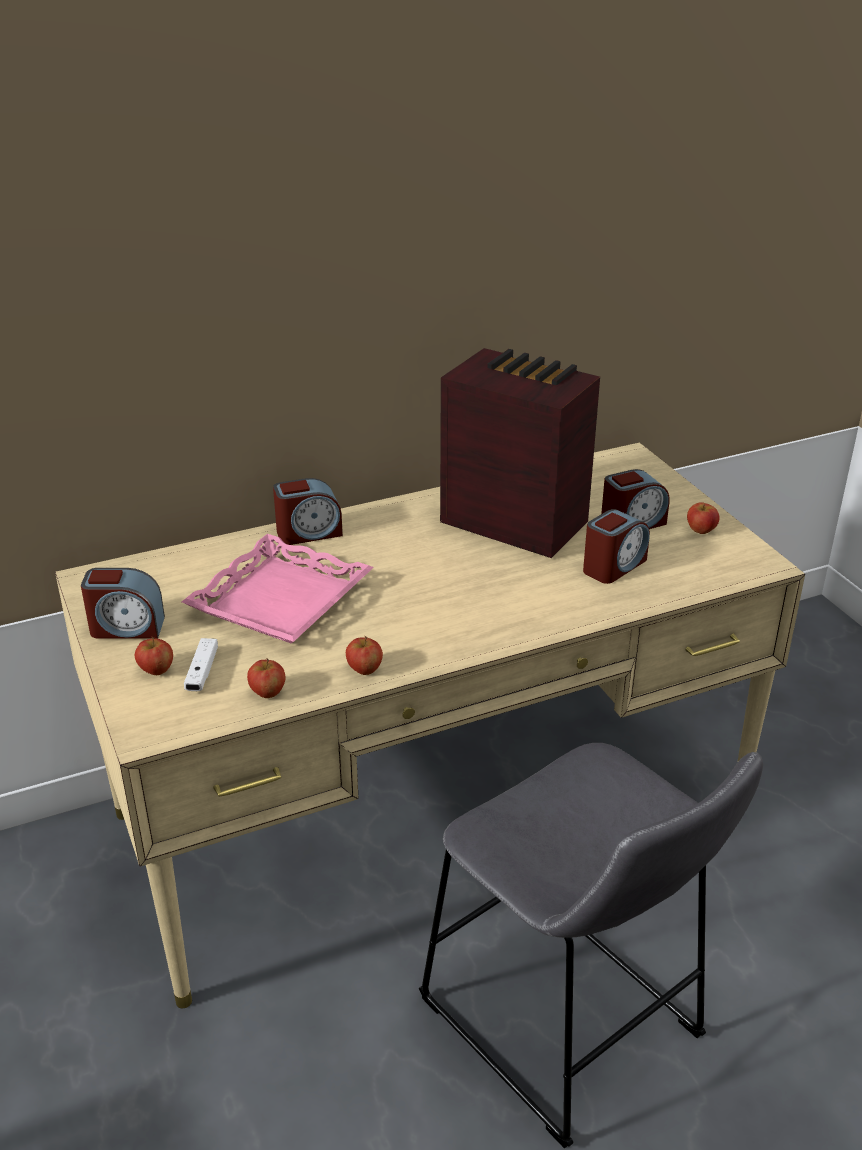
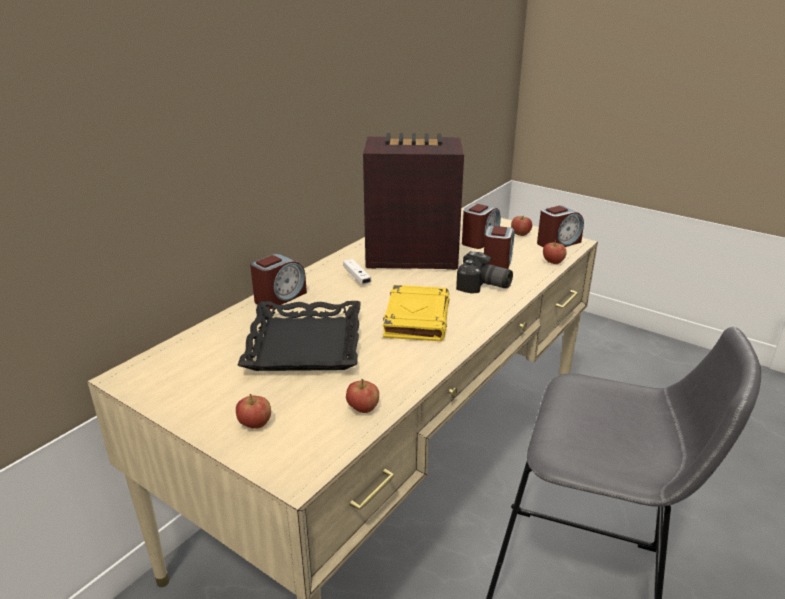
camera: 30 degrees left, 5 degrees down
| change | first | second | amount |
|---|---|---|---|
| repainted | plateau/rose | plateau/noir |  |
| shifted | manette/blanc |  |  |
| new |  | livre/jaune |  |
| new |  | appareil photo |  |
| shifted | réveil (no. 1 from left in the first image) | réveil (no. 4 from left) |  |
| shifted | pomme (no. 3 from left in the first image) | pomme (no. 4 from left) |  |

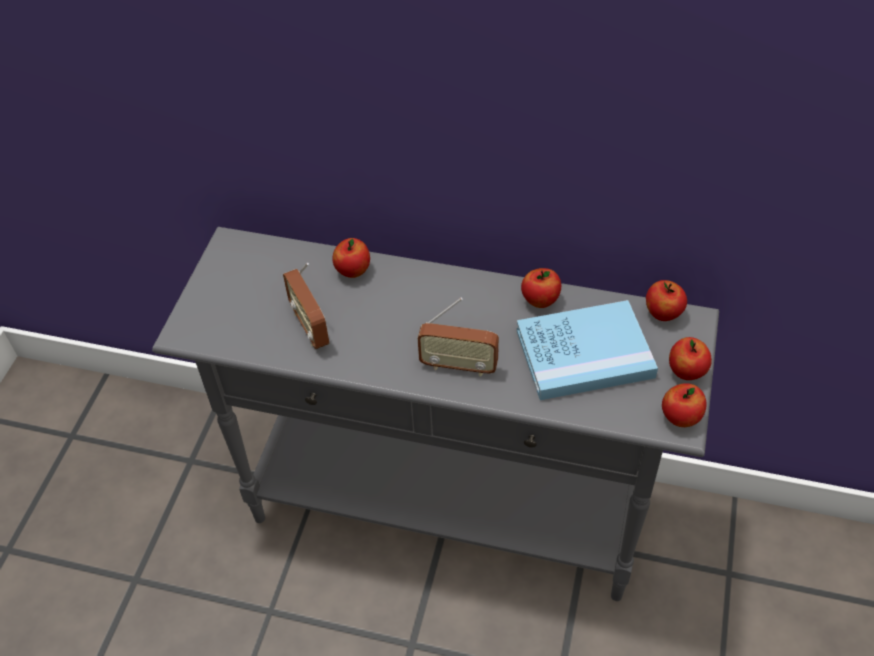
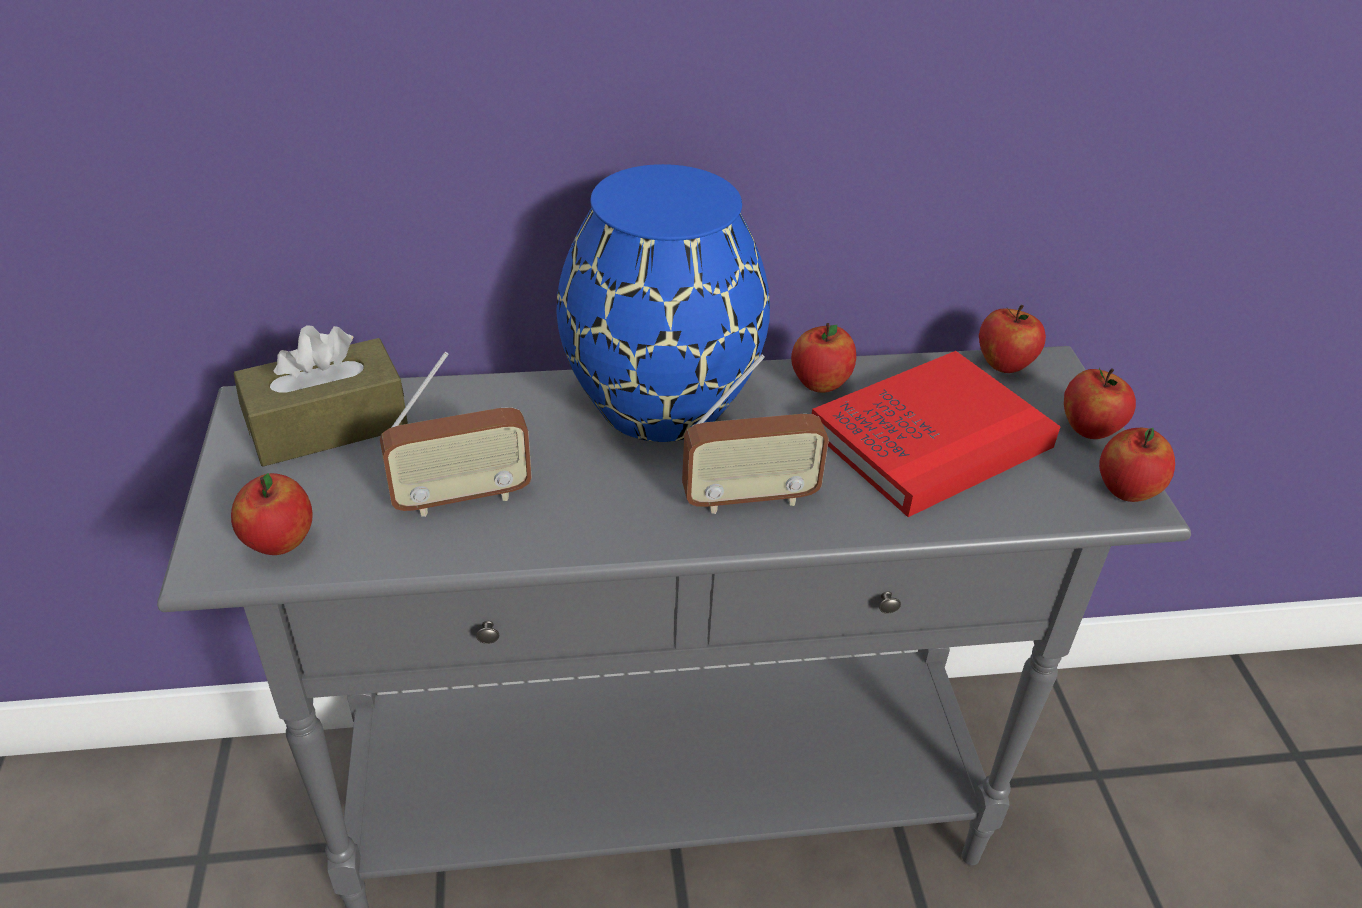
camera: 25 degrees left, 10 degrees down
| change | first | second | amount |
|---|---|---|---|
| shifted | pomme (no. 1 from left) |  |  |
| new |  | boîte à mouchoirs/marron |  |
| rotated | radio (no. 1 from left) |  | 60 degrees counterclockwise |
| new |  | vase/bleu |  |
| repainted | livre/bleu | livre/rouge |  |

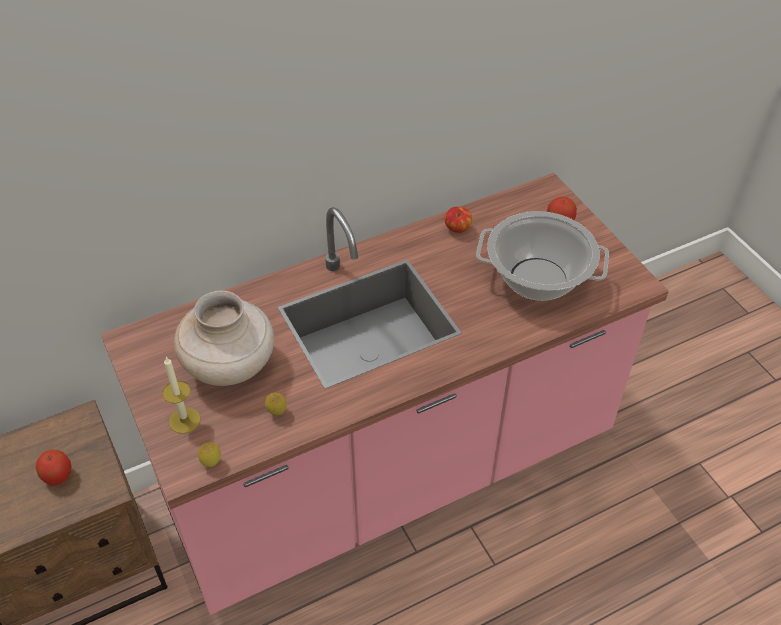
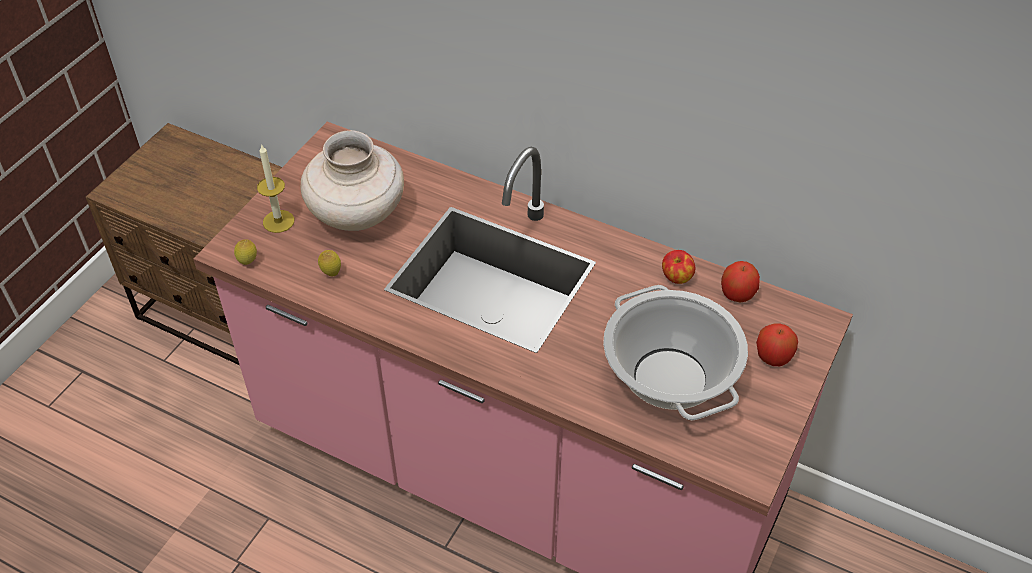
camera: 55 degrees right, 0 degrees up
| change | first | second | amount |
|---|---|---|---|
| shifted | pomme (no. 1 from left in the first image) | pomme (no. 2 from left) |  |

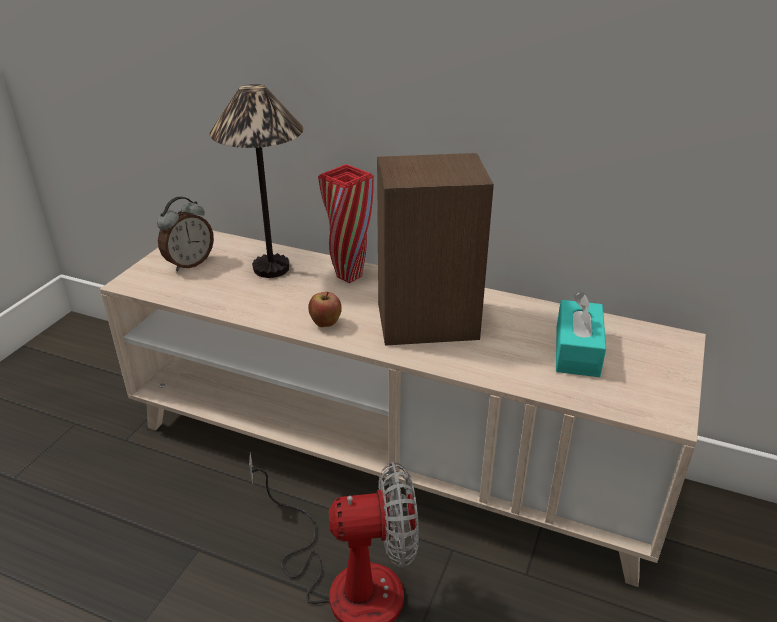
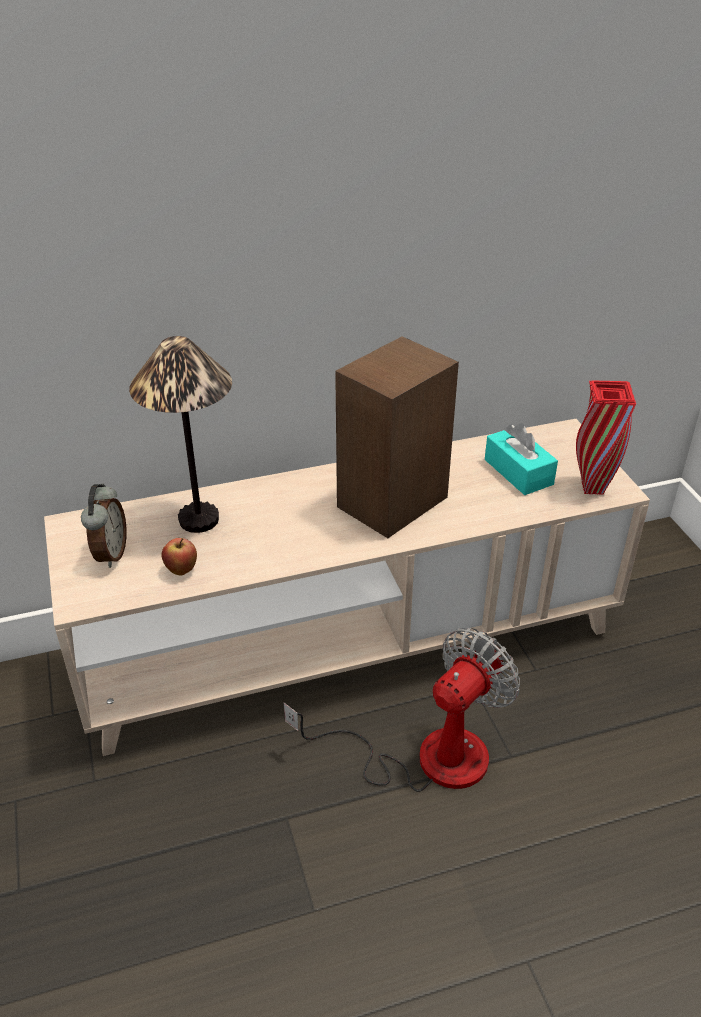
camera: 40 degrees left, 5 degrees up
| change | first | second | amount |
|---|---|---|---|
| shifted | pomme |  |  |
| shifted | vase/rouge |  |  |

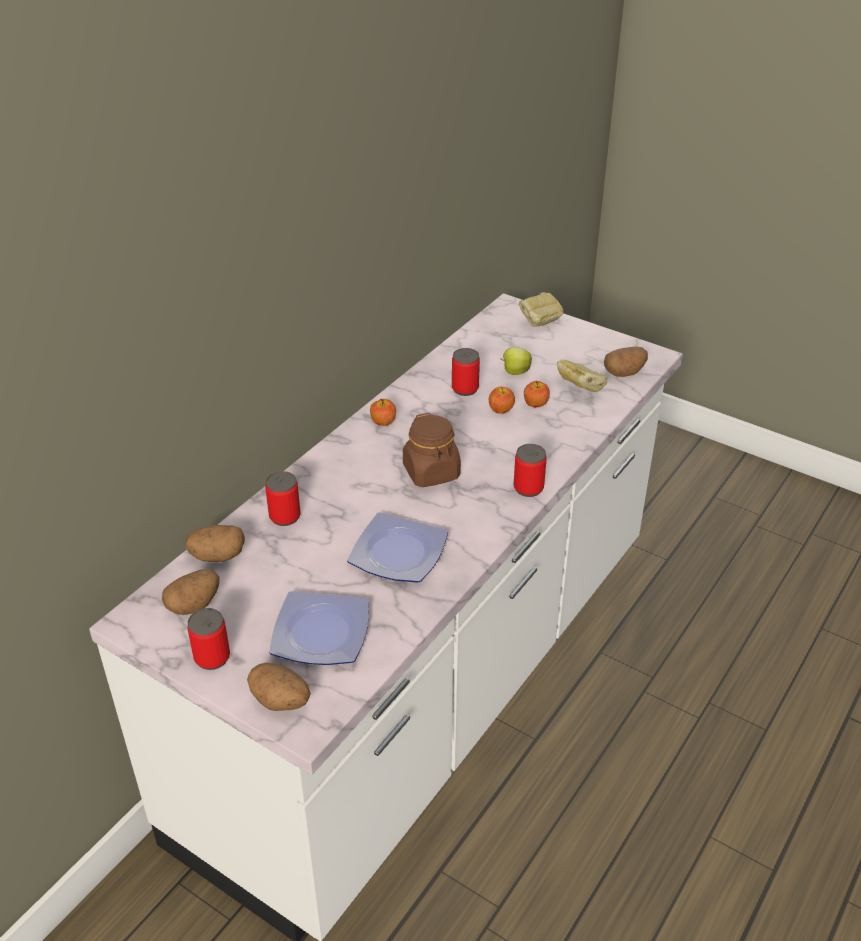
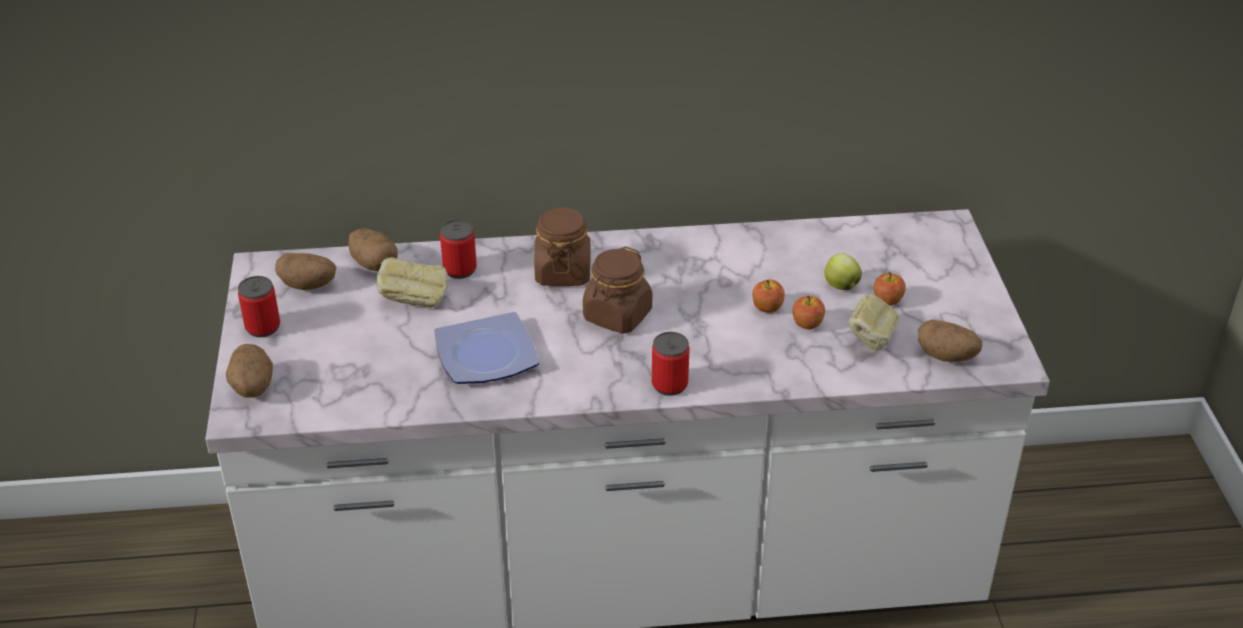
camera: 50 degrees right, 0 degrees up
| change | first | second | amount |
|---|---|---|---|
| shifted | pain (no. 1 from left) |  |  |
| new |  | bocal/marron (no. 1 from left) |  |
| shifted | pomme (no. 1 from left in the first image) | pomme (no. 4 from left) |  |
| gone | assiette (no. 1 from left) |  |  |
| gone | boîte métallique (no. 3 from left) |  |  |

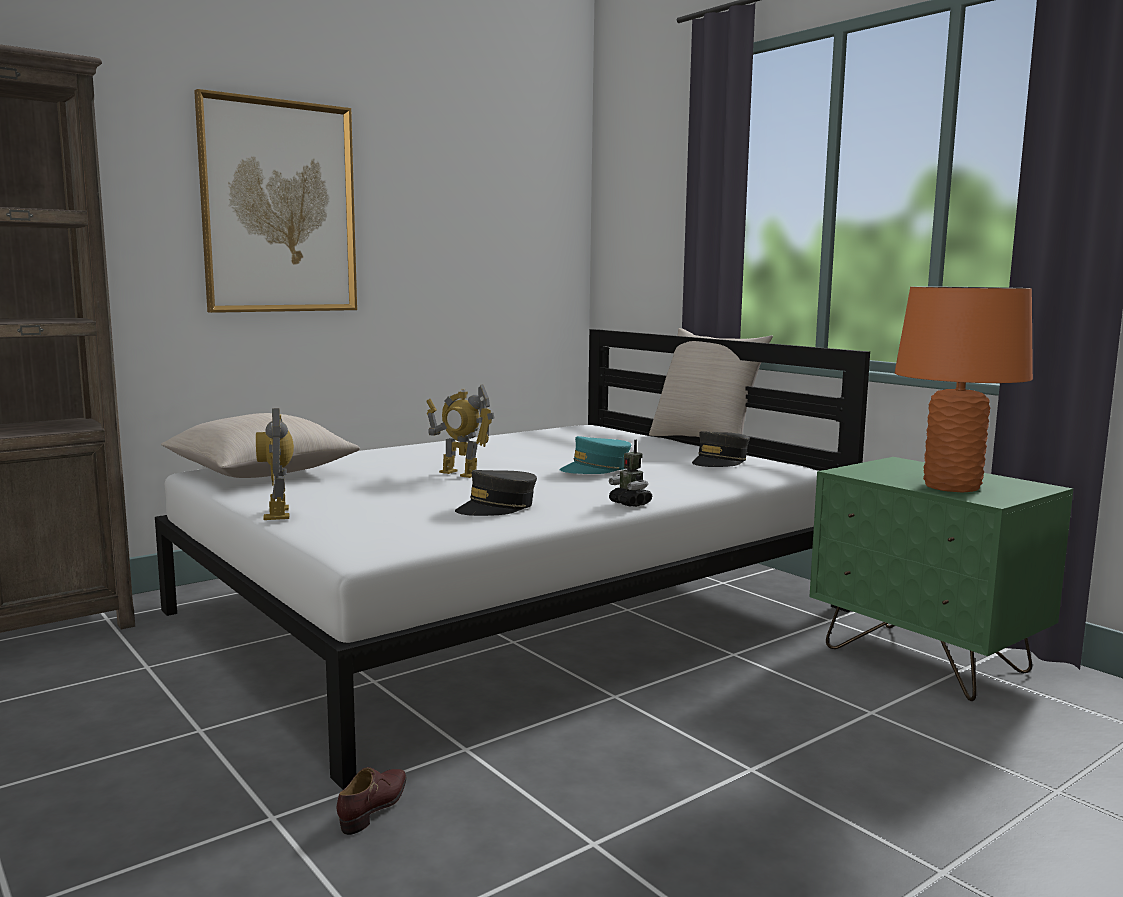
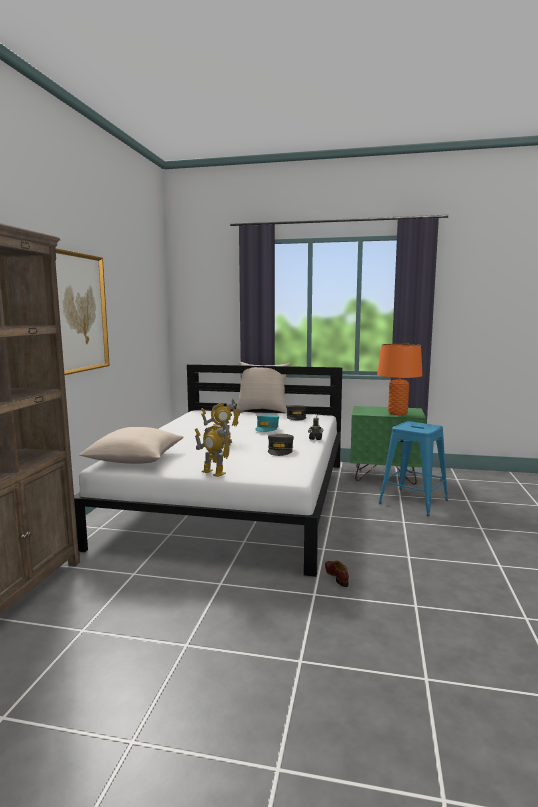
camera: 40 degrees left, 0 degrees up
| change | first | second | amount |
|---|---|---|---|
| new |  | tabouret/bleu |  |

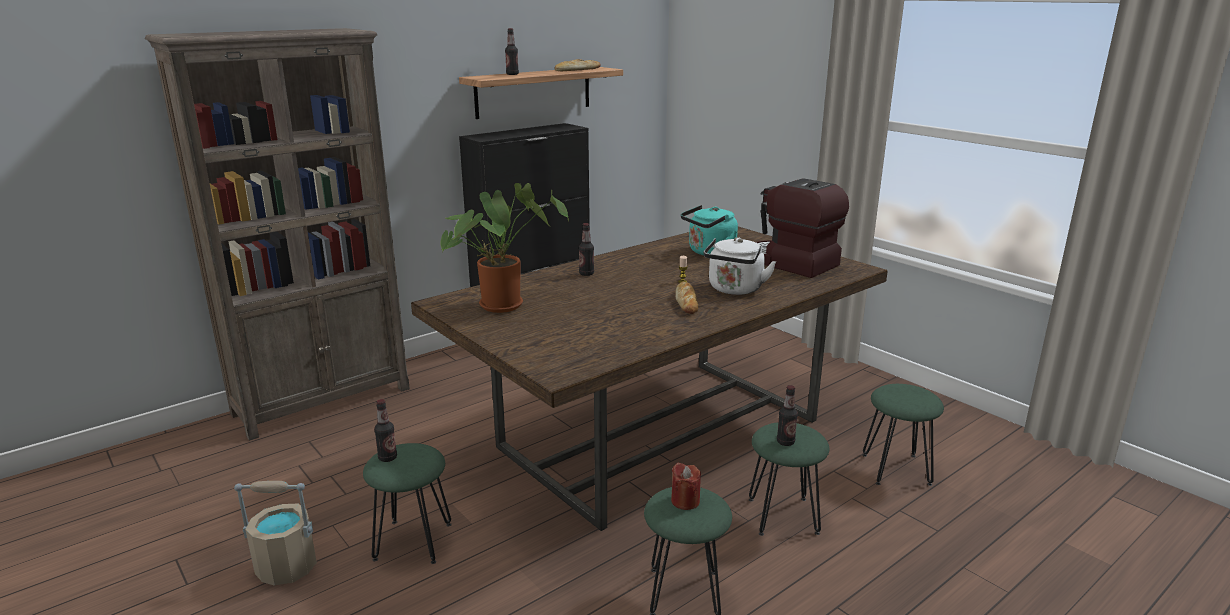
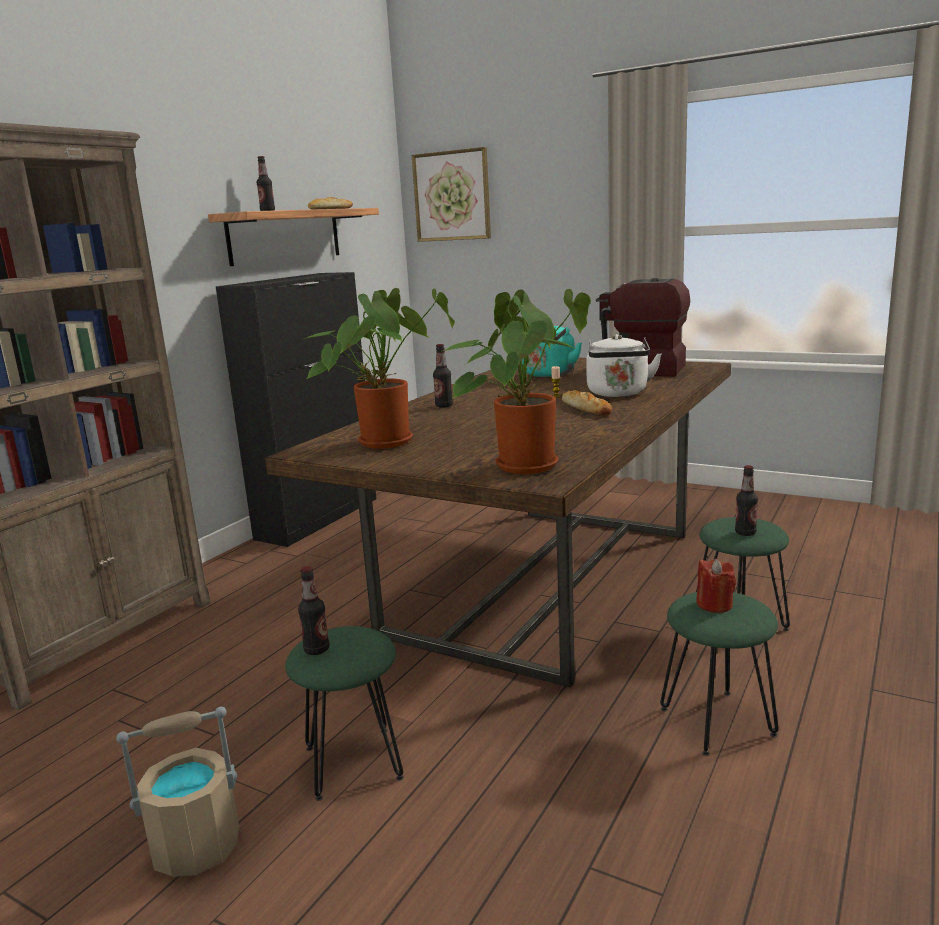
camera: 20 degrees left, 5 degrees down
| change | first | second | amount |
|---|---|---|---|
| new |  | tableau |  |
| new |  | plante en pot (no. 2 from left) |  |
| gone | tabouret/vert (no. 4 from left) |  |  |

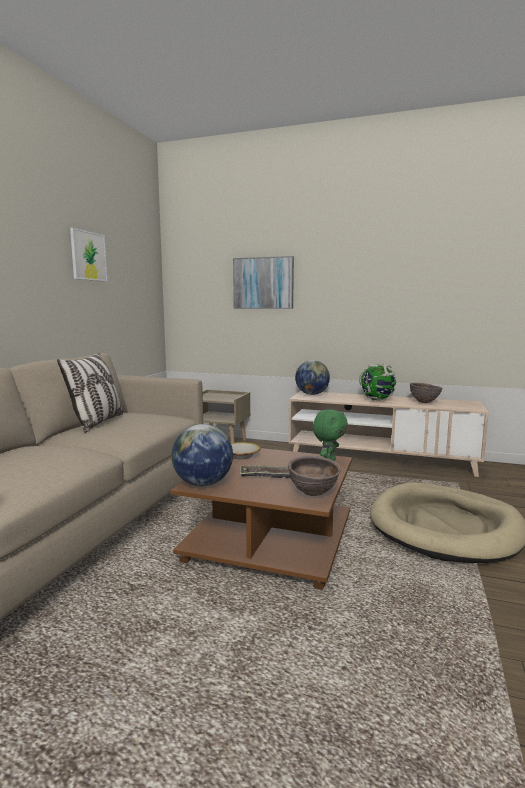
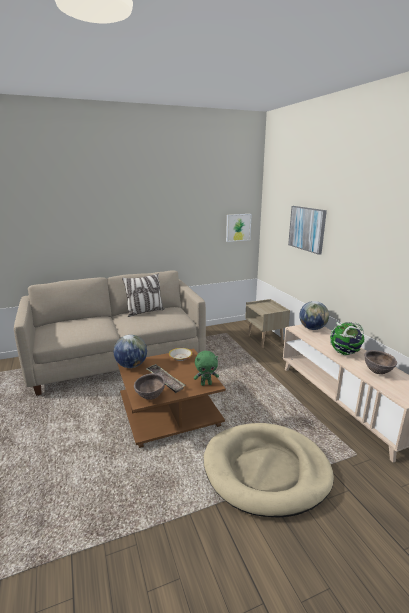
camera: 50 degrees right, 10 degrees up
| change | first | second | amount |
|---|---|---|---|
| shifted | tableau (no. 1 from left) |  |  |

